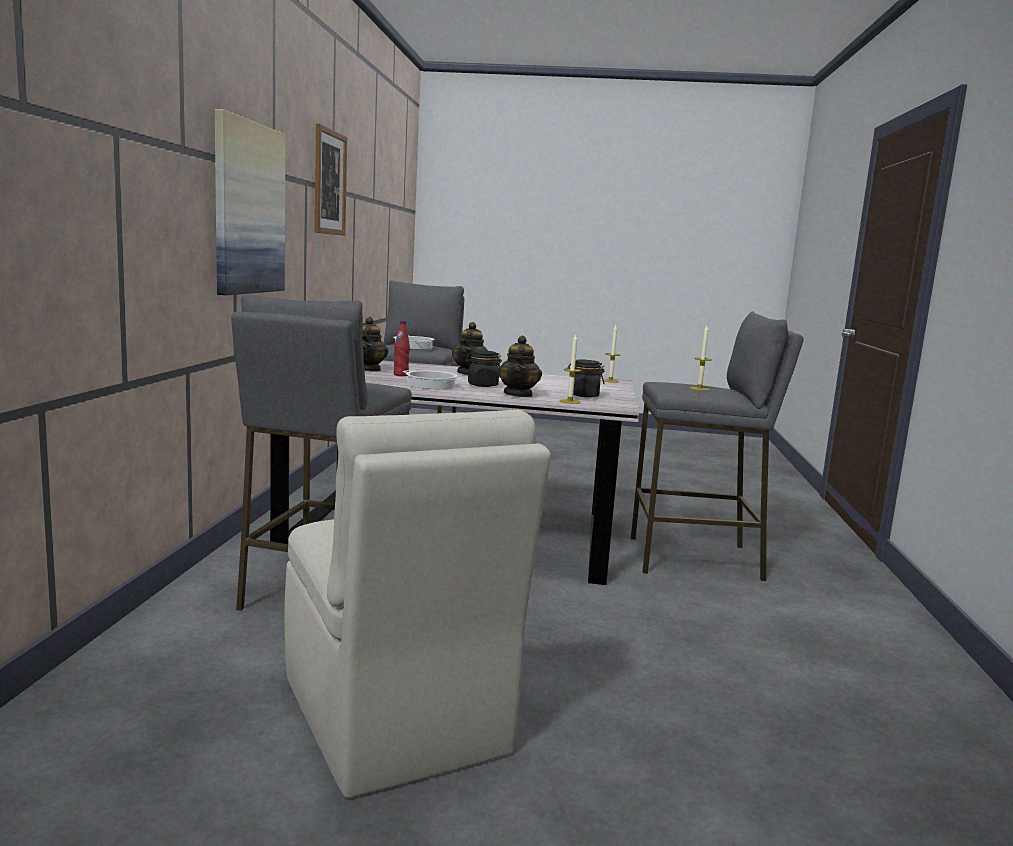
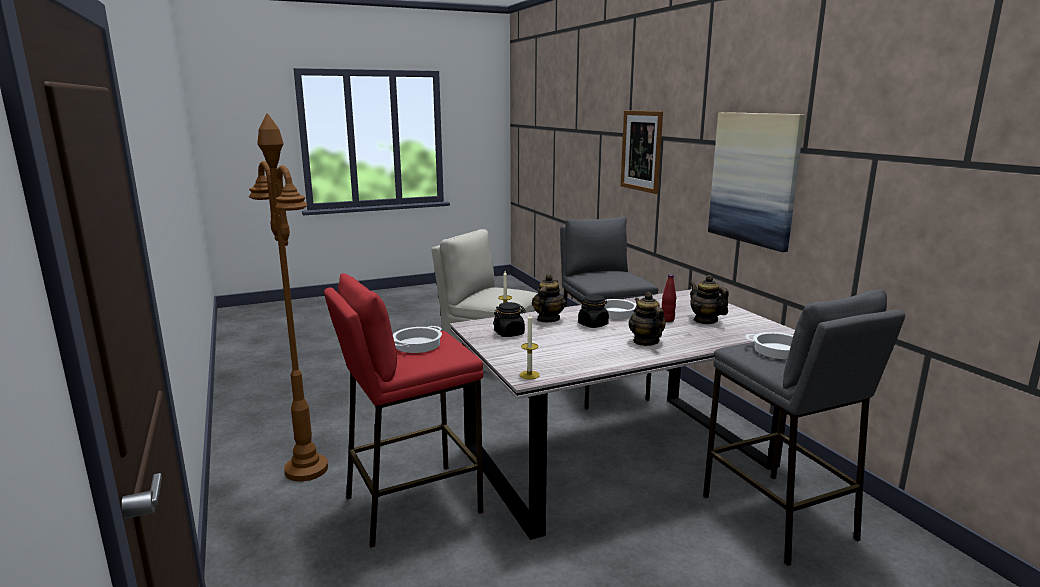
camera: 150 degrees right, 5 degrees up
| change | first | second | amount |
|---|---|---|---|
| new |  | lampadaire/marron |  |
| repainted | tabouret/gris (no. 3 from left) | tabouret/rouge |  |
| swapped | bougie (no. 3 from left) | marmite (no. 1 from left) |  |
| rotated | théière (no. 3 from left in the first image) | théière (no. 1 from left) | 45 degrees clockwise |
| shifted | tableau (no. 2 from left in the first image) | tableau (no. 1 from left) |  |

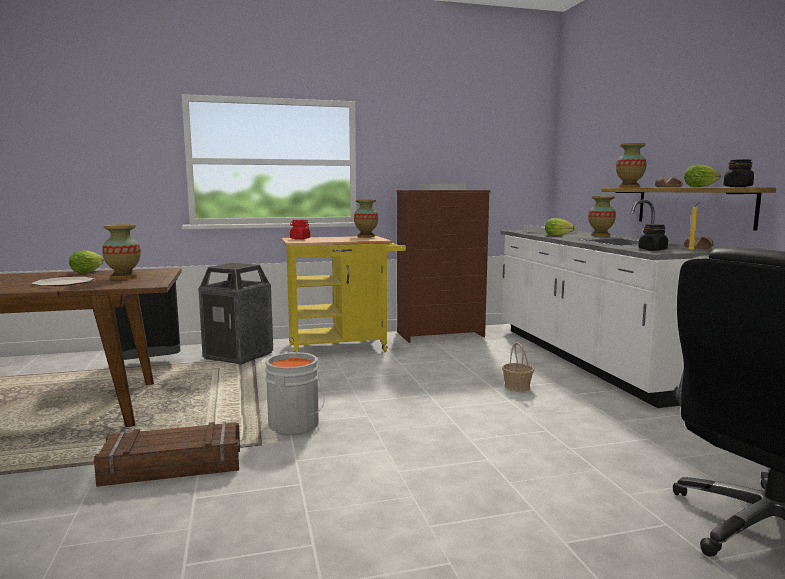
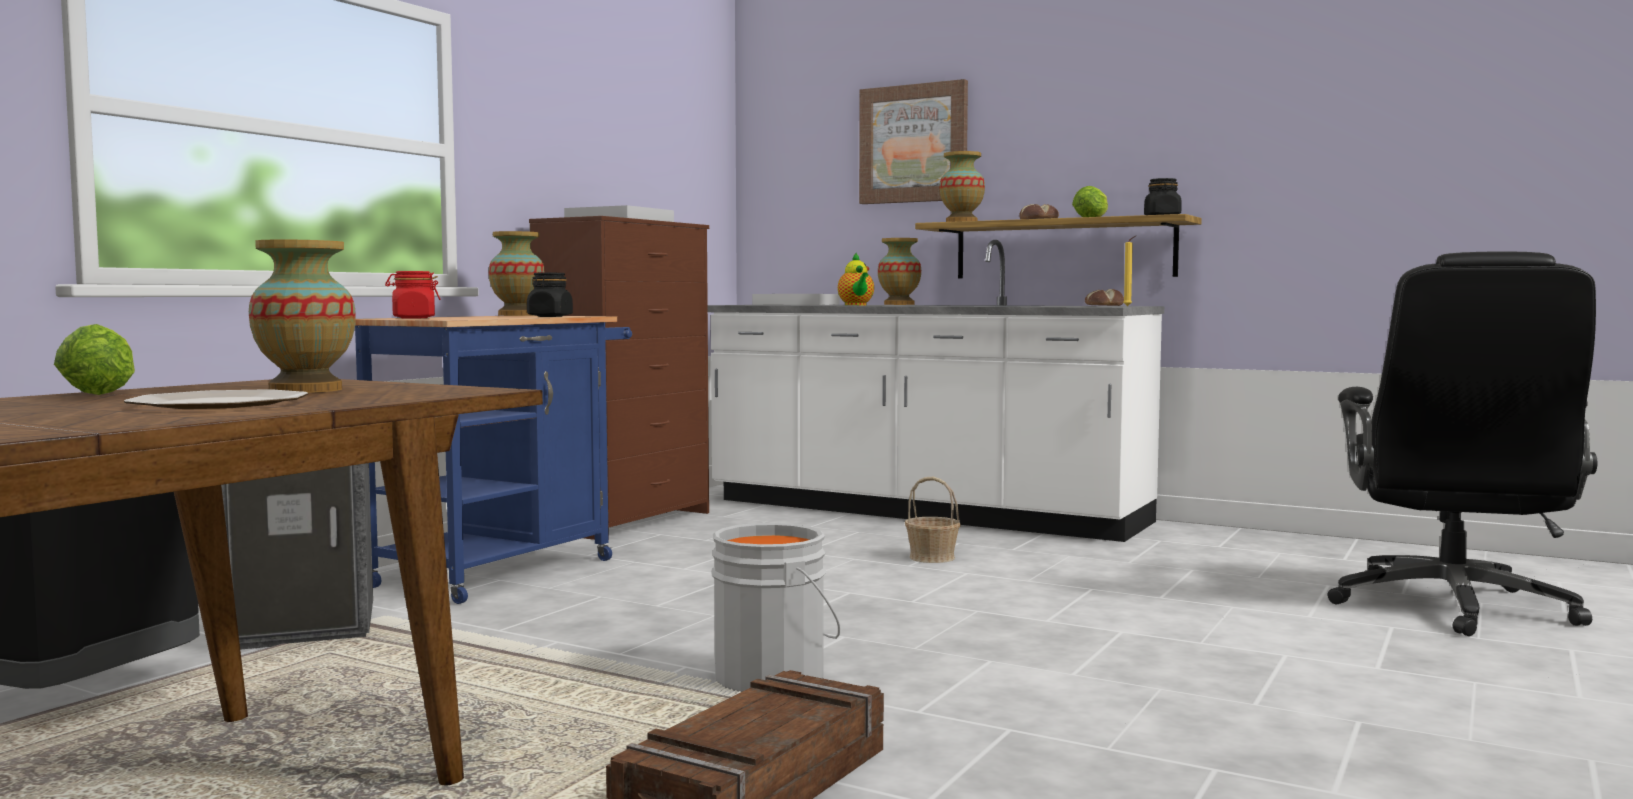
camera: 45 degrees left, 5 degrees down
| change | first | second | amount |
|---|---|---|---|
| repainted | chariot/jaune | chariot/bleu |  |
| shifted | bocal/noir (no. 1 from left) |  |  |
| swapped | laitue (no. 2 from left) | théière |  |
| new |  | tableau |  |

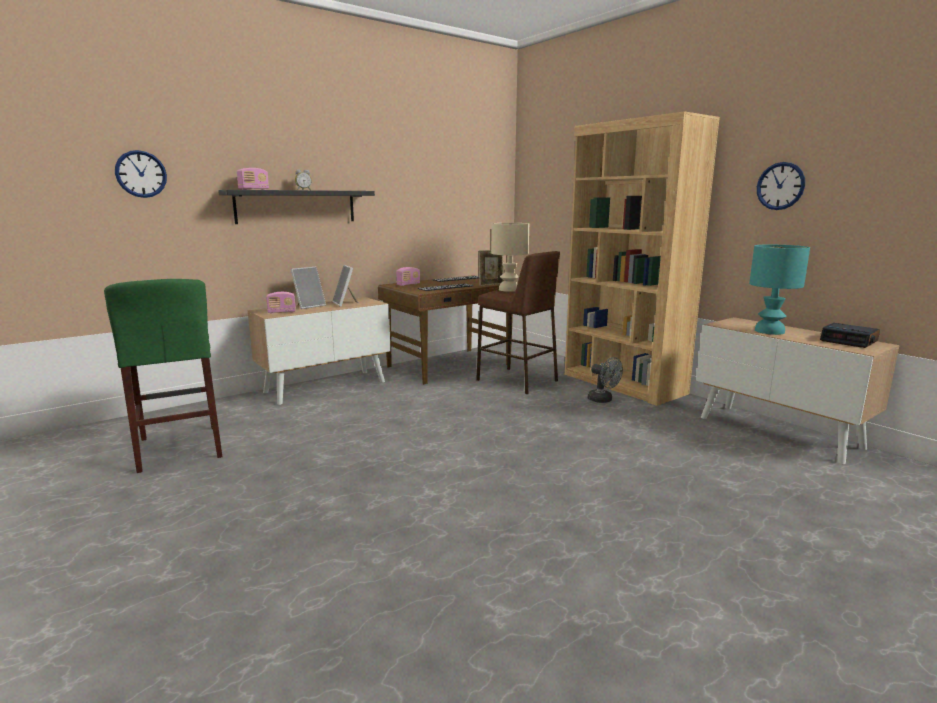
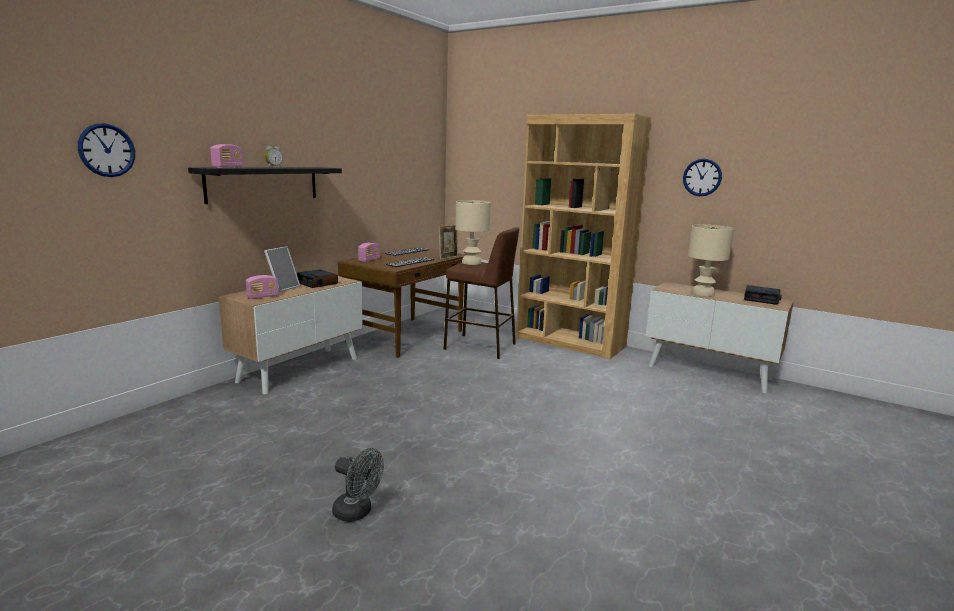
camera: 20 degrees left, 0 degrees up
| change | first | second | amount |
|---|---|---|---|
| swapped | cadre photo (no. 2 from left) | réveil (no. 2 from left) |  |
| shifted | ventilateur/gris |  |  |
| repainted | lampe de table/turquoise | lampe de table/beige (no. 2 from left) |  |
| gone | tabouret/vert |  |  |

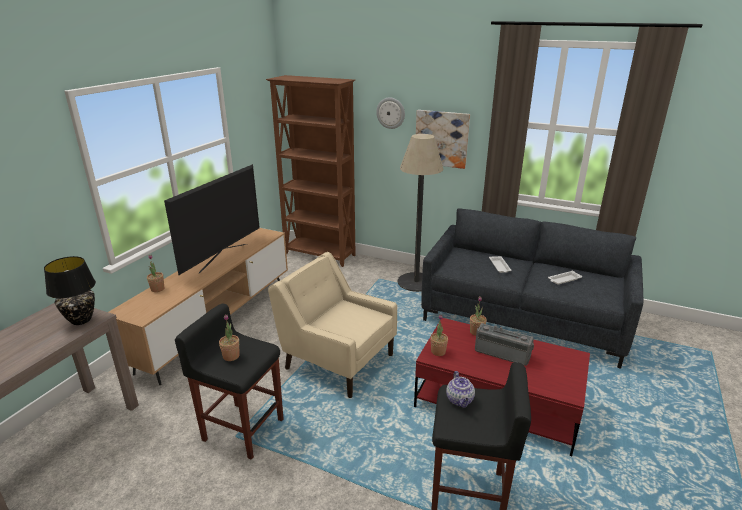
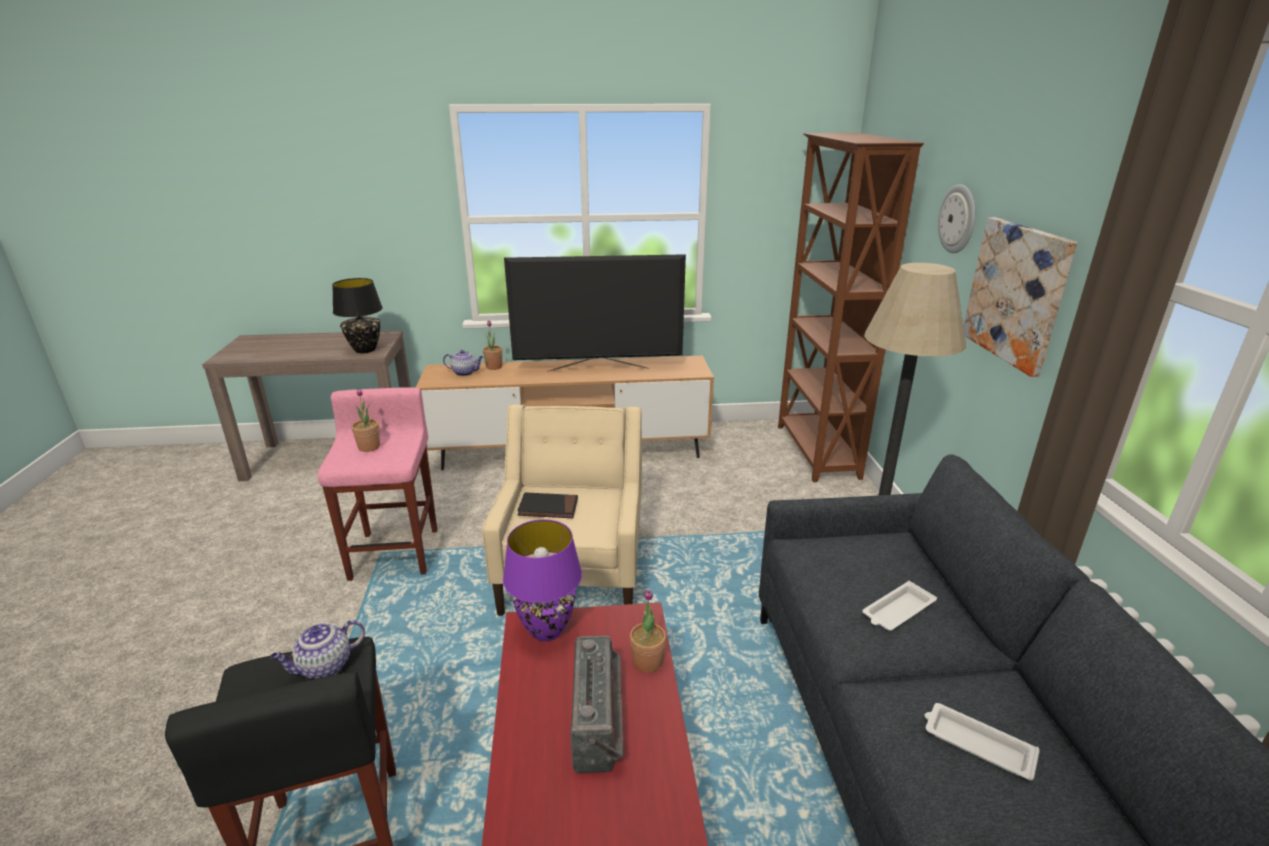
camera: 60 degrees right, 0 degrees up
| change | first | second | amount |
|---|---|---|---|
| repainted | tabouret/noir (no. 1 from left) | tabouret/rose |  |
| new |  | théière (no. 2 from left) |  |
| swapped | plante en pot (no. 3 from left) | lampe de table/violet |  |
| new |  | livre/noir |  |

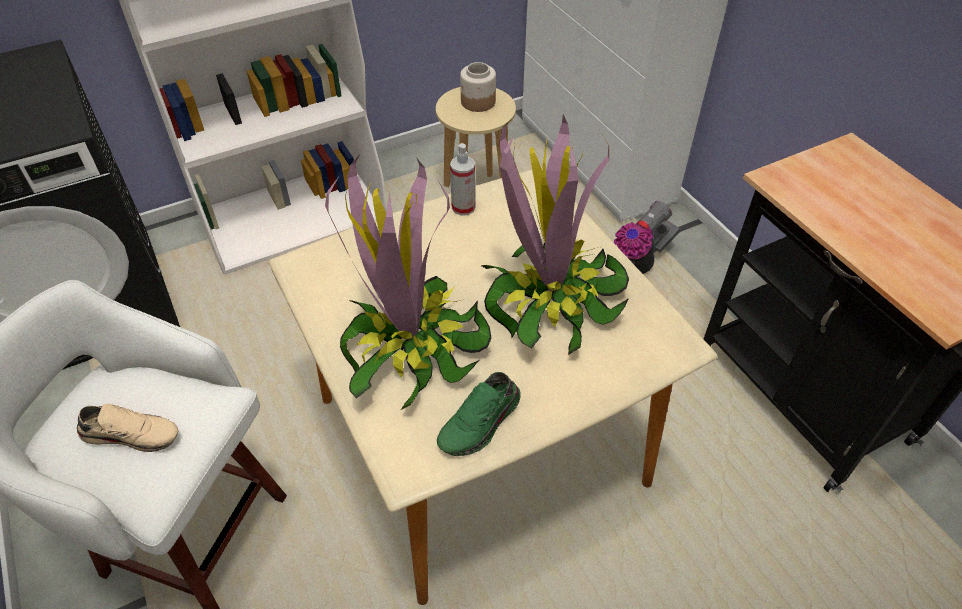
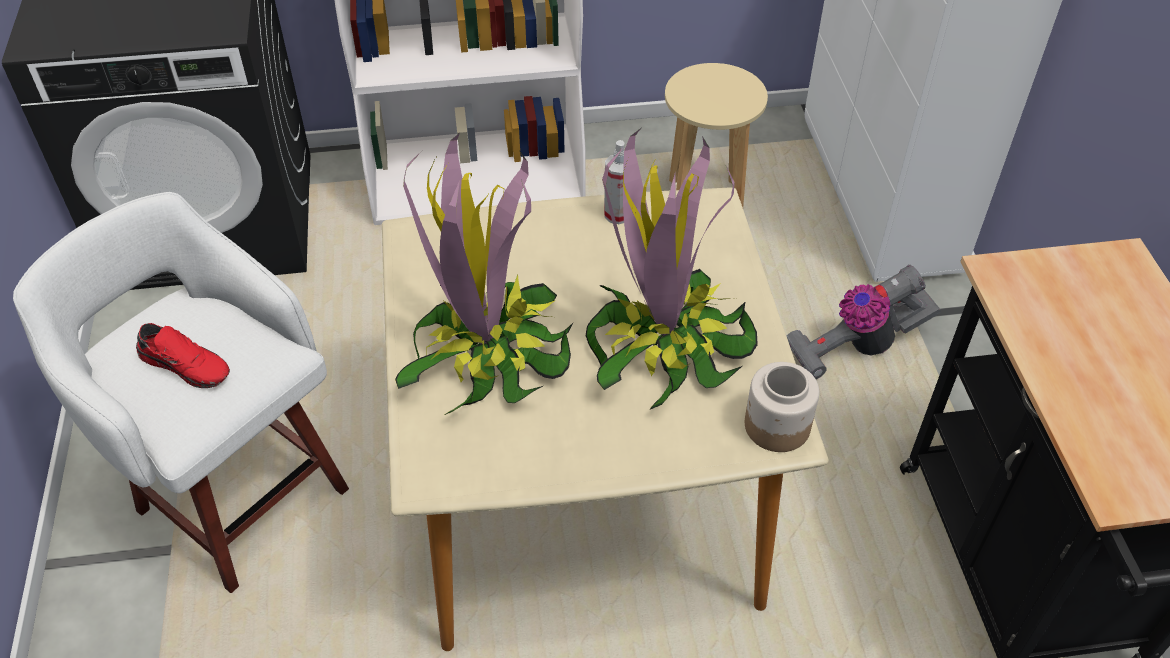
camera: 20 degrees right, 0 degrees up
| change | first | second | amount |
|---|---|---|---|
| repainted | chaussure/beige | chaussure/rouge |  |
| shifted | bocal |  |  |
| gone | chaussure/vert |  |  |

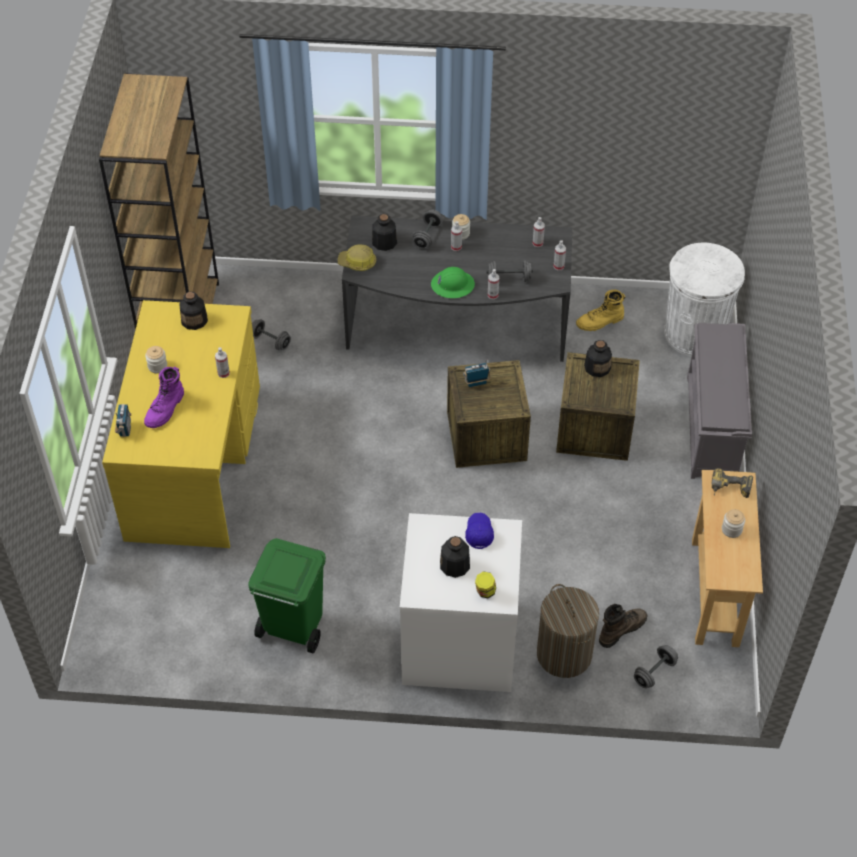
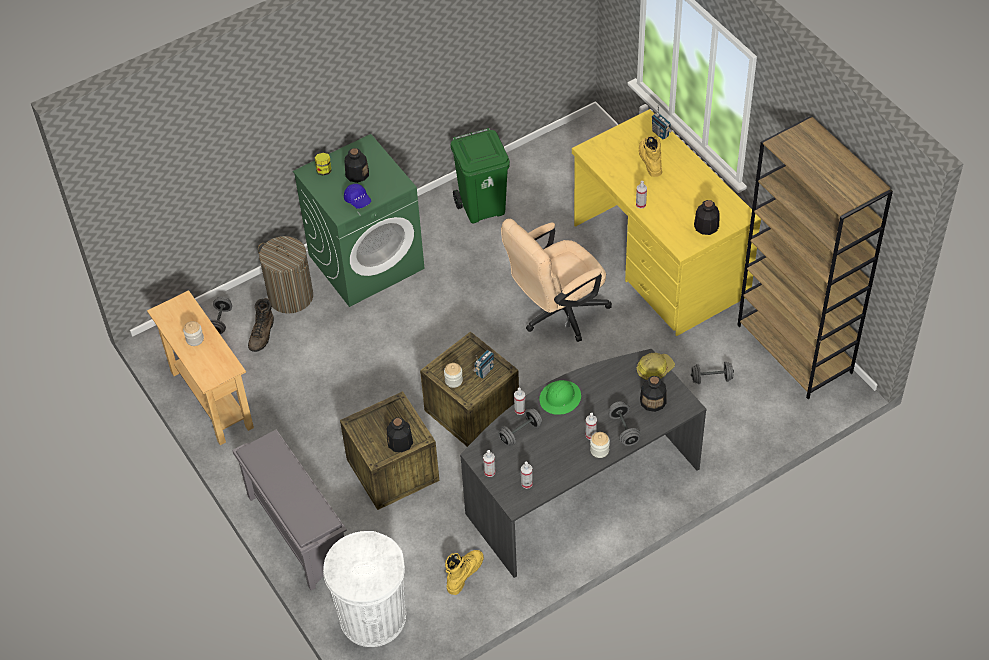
camera: 145 degrees right, 0 degrees up
| change | first | second | amount |
|---|---|---|---|
| repainted | lave-linge/blanc | lave-linge/vert |  |
| shifted | bocal (no. 1 from left in the first image) | bocal (no. 3 from left) |  |
| new |  | chaise de bureau/beige |  |
| repainted | botte/violet | botte/jaune (no. 2 from left) |  |
| gone | perceuse |  |  |

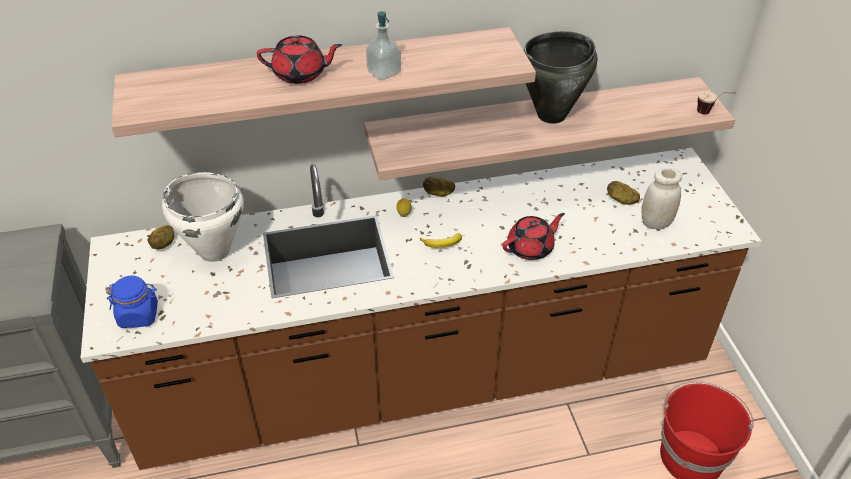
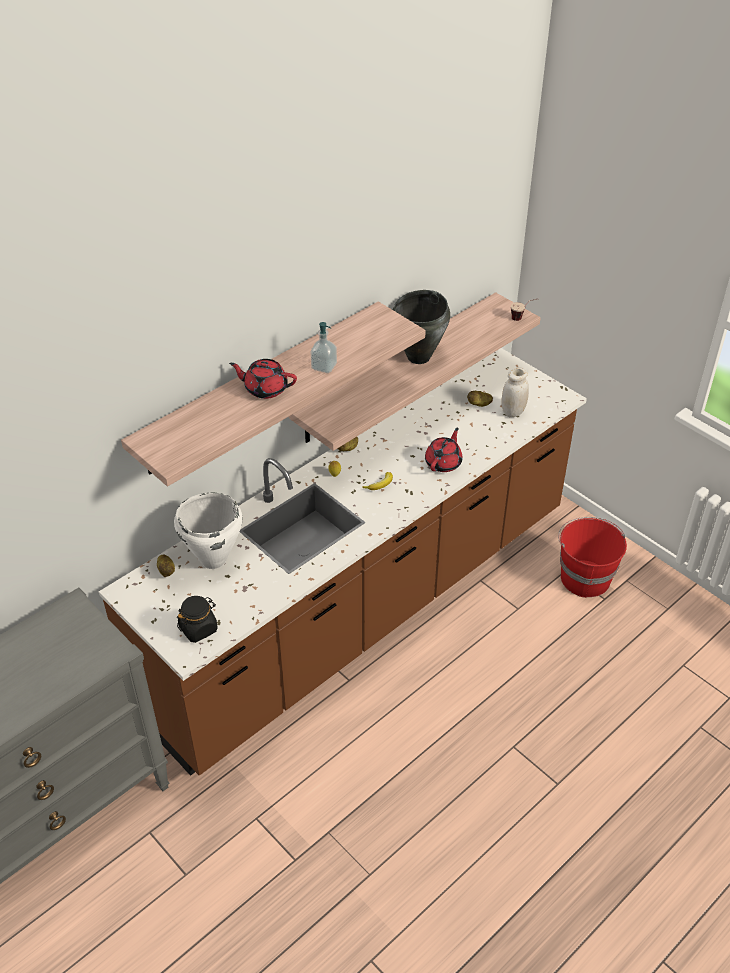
camera: 30 degrees left, 0 degrees up
| change | first | second | amount |
|---|---|---|---|
| repainted | bocal/bleu | bocal/noir |  |
| rotated | théière/rouge (no. 1 from left) |  | 135 degrees counterclockwise |

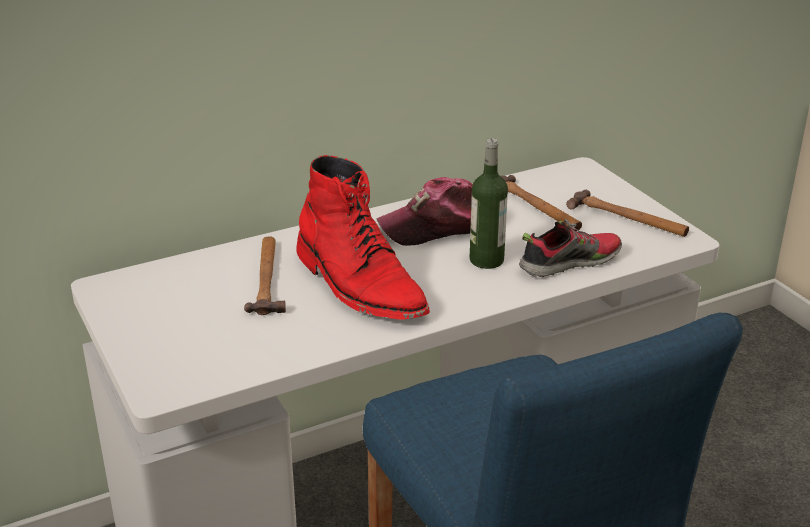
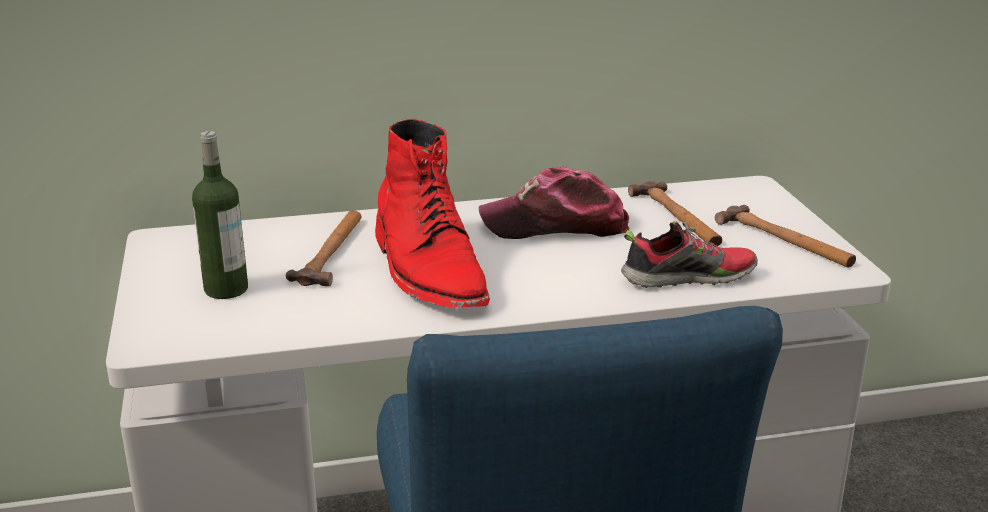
camera: 15 degrees right, 5 degrees down
| change | first | second | amount |
|---|---|---|---|
| shifted | bouteille |  |  |

